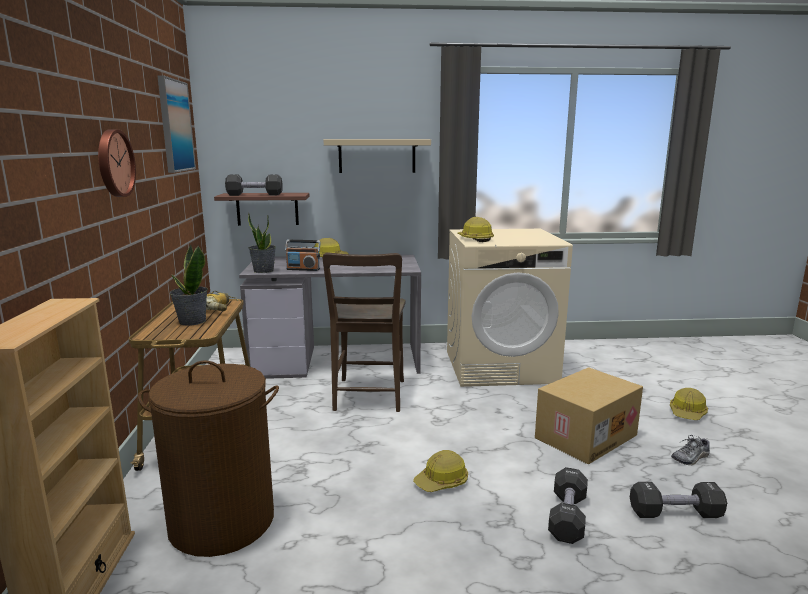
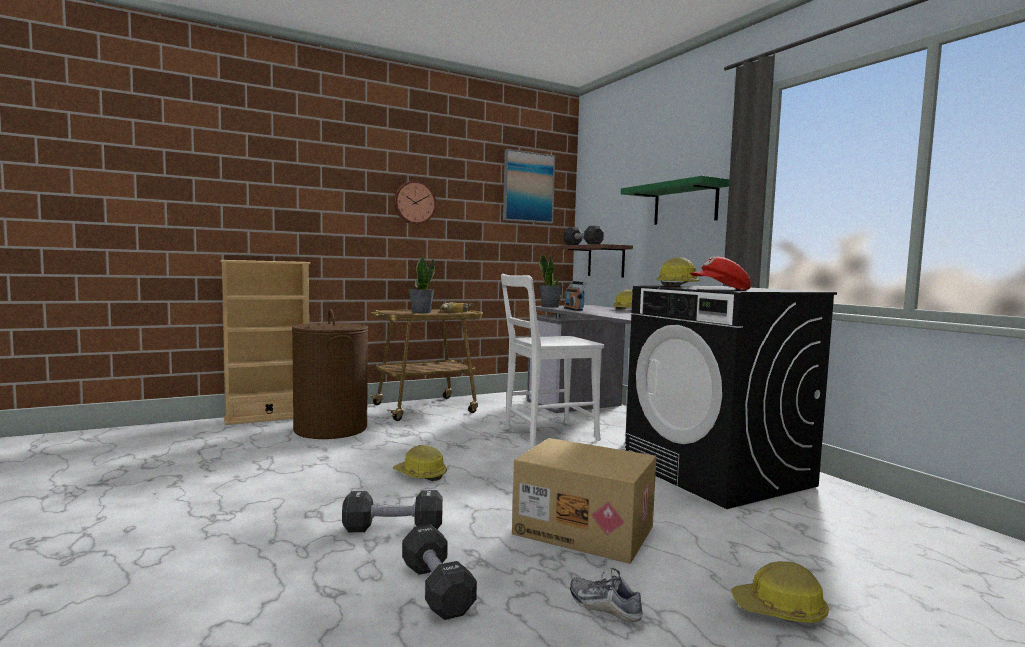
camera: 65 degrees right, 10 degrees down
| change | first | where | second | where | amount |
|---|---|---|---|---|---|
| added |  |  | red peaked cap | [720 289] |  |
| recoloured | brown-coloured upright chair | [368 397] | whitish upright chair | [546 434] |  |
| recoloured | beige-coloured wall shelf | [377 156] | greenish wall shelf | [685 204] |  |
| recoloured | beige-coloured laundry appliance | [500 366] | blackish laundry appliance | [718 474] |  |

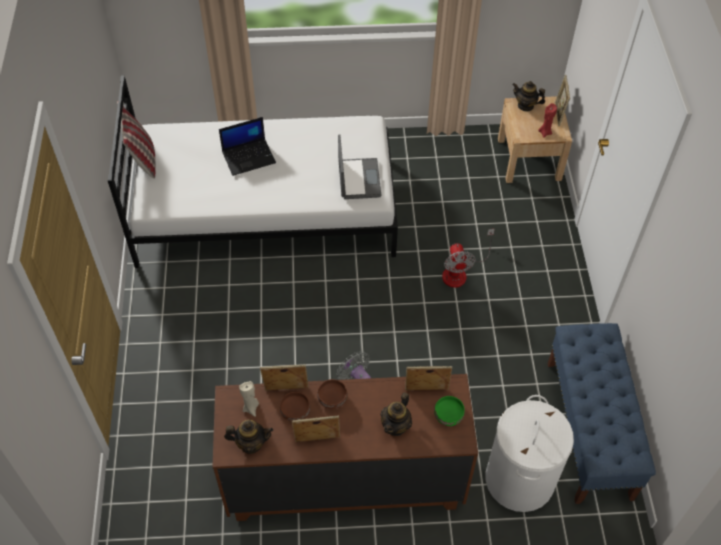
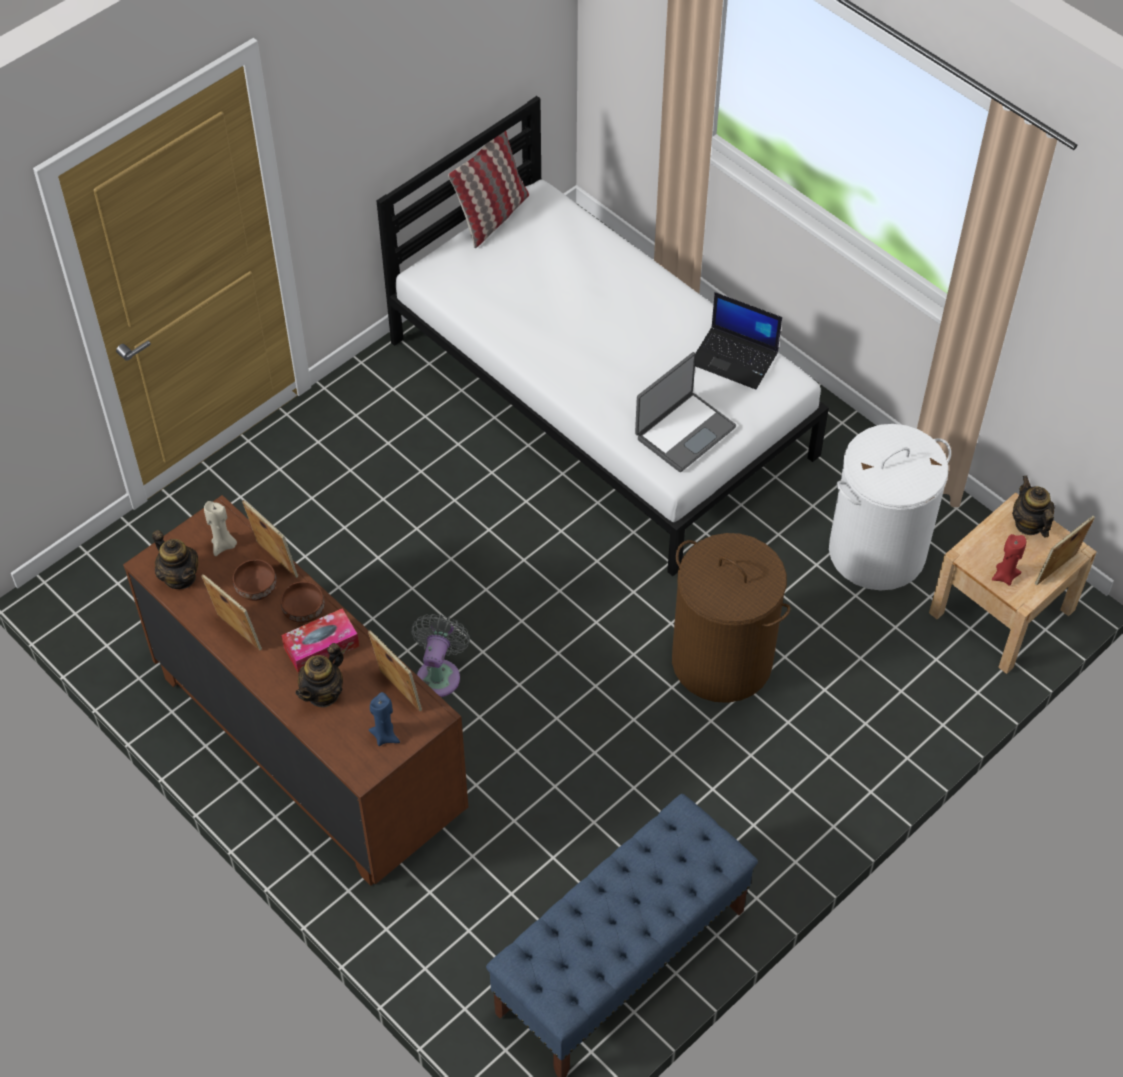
camera: 50 degrees right, 0 degrees up
| change | first | where | second | where | amount |
|---|---|---|---|---|---|
| added |  |  | box of tissues | [321 647] |  |
| moved | notebook computer | [249 157] |  | [735 358] |  |
| moved | whitish washing basket | [519 479] |  | [877 551] |  |
| replaced | greenish serving bowl | [449 415] | blue wax candle | [385 735] |  |
| replaced | cooling fan | [460 272] | brown-coloured washing basket | [722 660] |  |
| turned | pot for tea | [396 425] |  | [323 693] | 45 degrees counterclockwise |

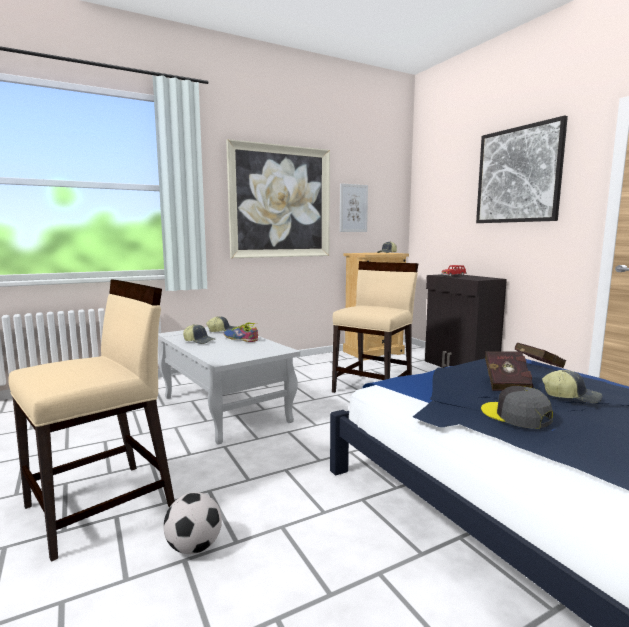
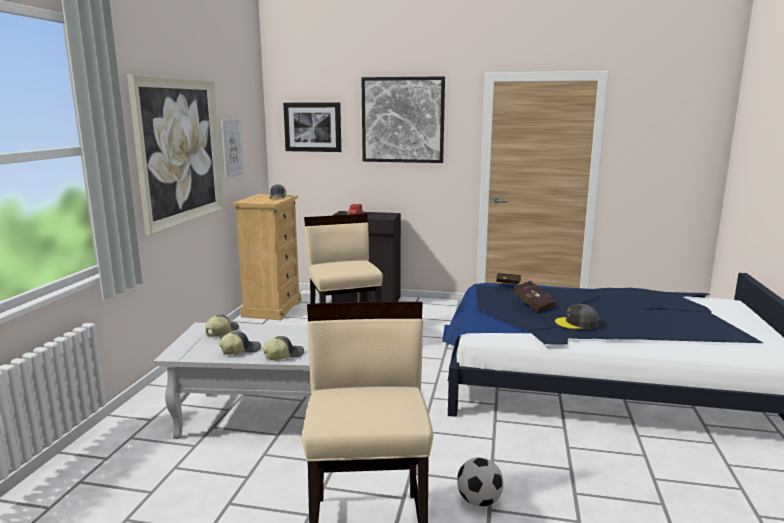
camera: 50 degrees left, 5 degrees up
| change | first | where | second | where | amount |
|---|---|---|---|---|---|
| removed | low shoe | [240 339] |  |  |  |
| added |  |  | picture | [312 127] |  |
| moved | peaked cap | [571 396] |  | [283 355] |  |

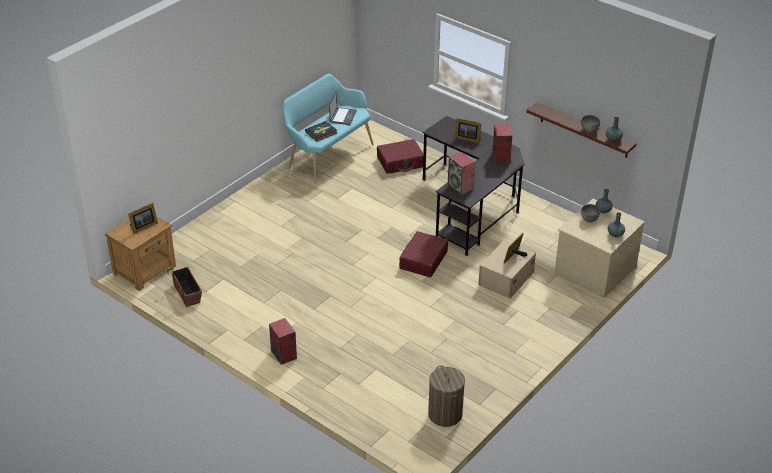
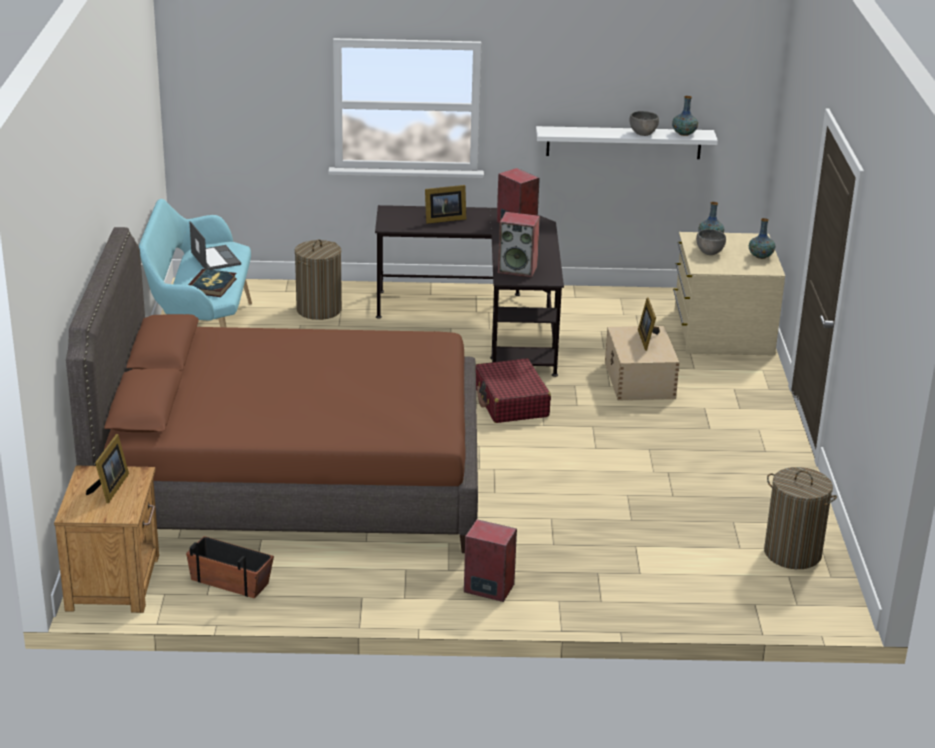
camera: 40 degrees left, 10 degrees down
| change | first | where | second | where | amount |
|---|---|---|---|---|---|
| added |  |  | brown-coloured sleeping bed | [291 479] |  |
| replaced | red suitcase | [400 162] | washing basket | [319 309] |  |
| recoloured | brown-coloured wall shelf | [584 130] | whitish wall shelf | [624 142] |  |

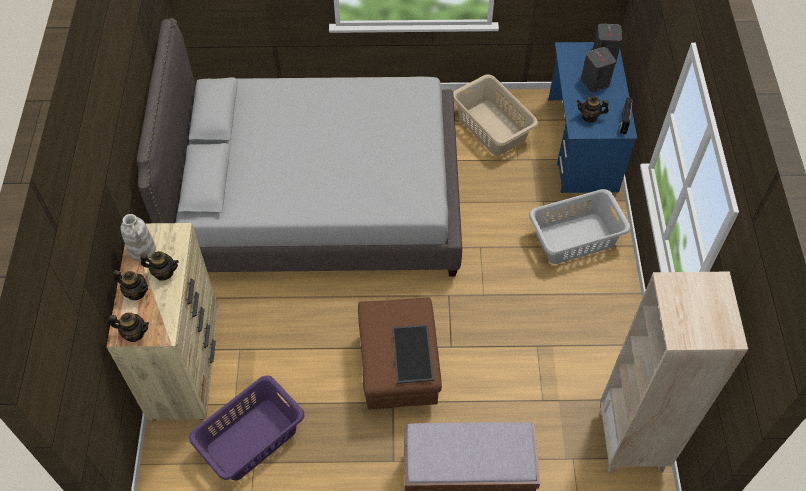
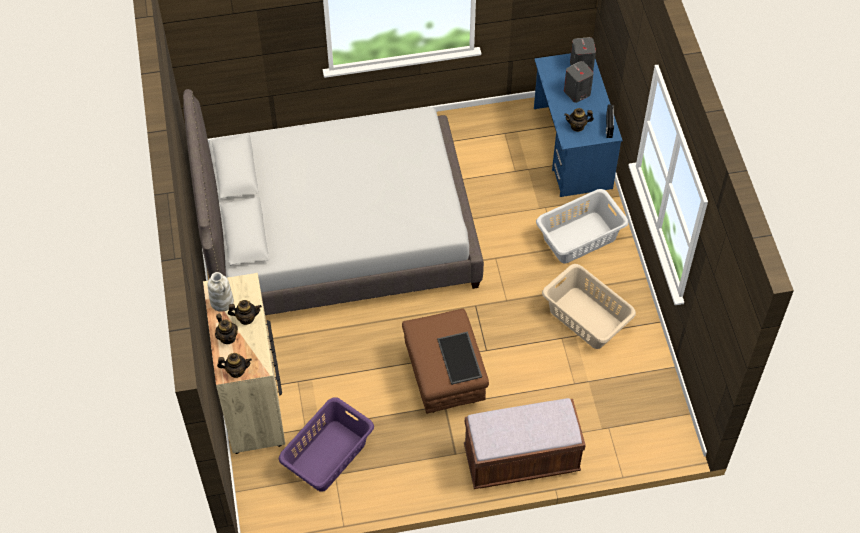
camera: 10 degrees left, 0 degrees up
| change | first | where | second | where | amount |
|---|---|---|---|---|---|
| removed | beige-coloured bookcase | [631 441] |  |  |  |
| moved | beige-coloured washing basket | [491 128] |  | [586 319] |  |
| turned | pot for tea | [136 292] |  | [227 337] | 45 degrees clockwise |

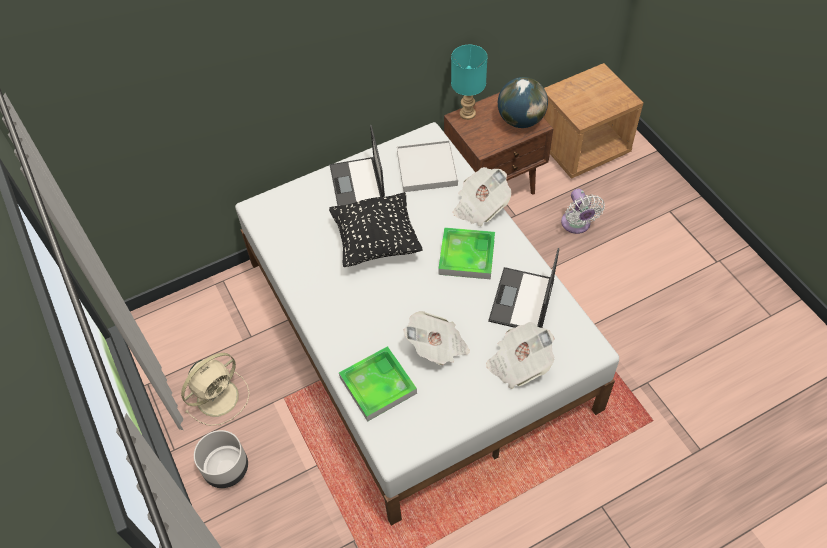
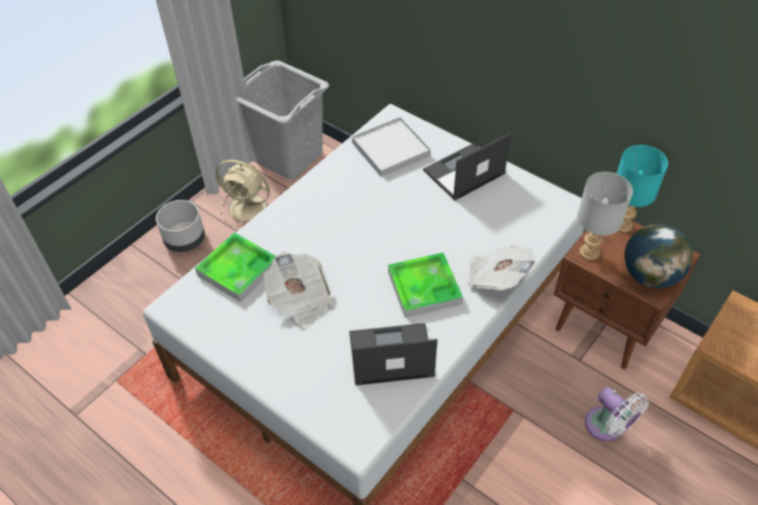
camera: 65 degrees right, 5 degrees down
| change | first | where | second | where | amount |
|---|---|---|---|---|---|
| removed | blackish throw pillow | [376 242] |  |  |  |
| removed | printed paper | [518 363] |  |  |  |
| added |  |  | grey washing basket | [289 156] |  |
| added |  |  | grey lamp for a table | [589 253] |  |
| moved | whitish serving tray | [427 168] |  | [390 149] |  |
| turned | whitish cooling fan | [577 225] |  | [607 427] | 90 degrees counterclockwise |

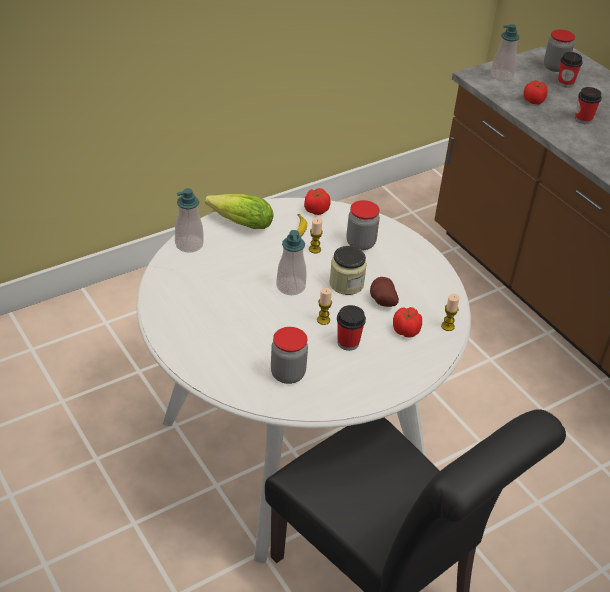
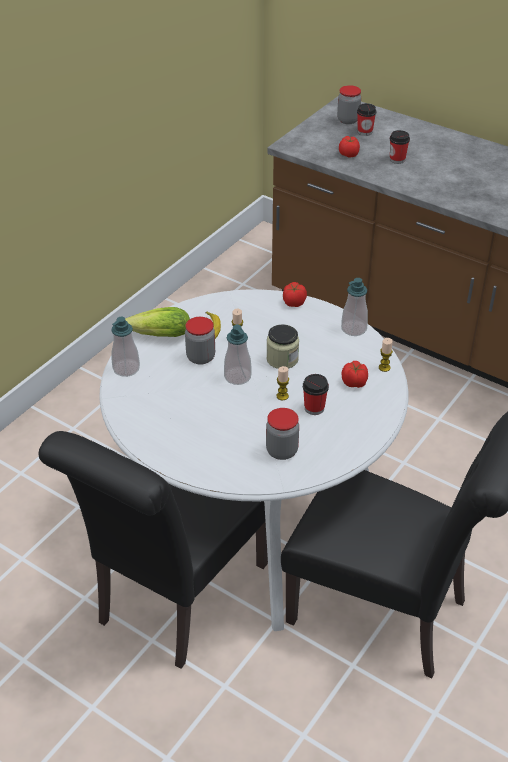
camera: 20 degrees left, 0 degrees up
| change | first | where | second | where | amount |
|---|---|---|---|---|---|
| removed | potato | [381 301] |  |  |  |
| added |  |  | blackish upright chair | [176 599] |  |
| moved | whole tomato | [315 210] |  | [293 303] |  |
| moved | preserve jar | [360 243] |  | [200 357] |  |
| moved | liquid soap bottle | [501 76] |  | [353 329] |  |

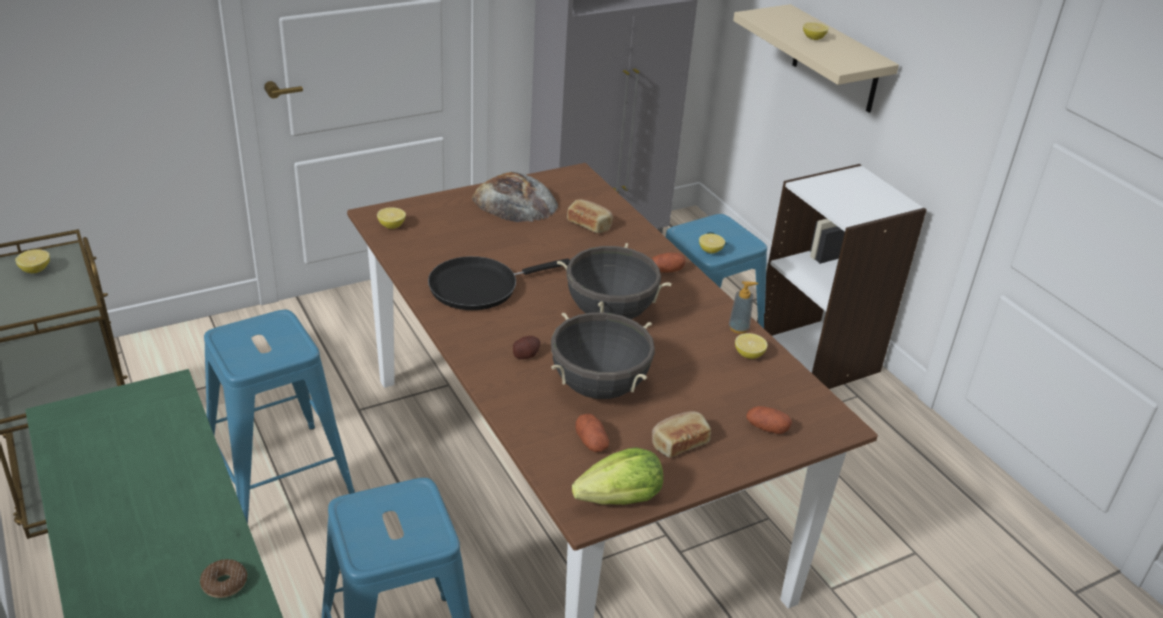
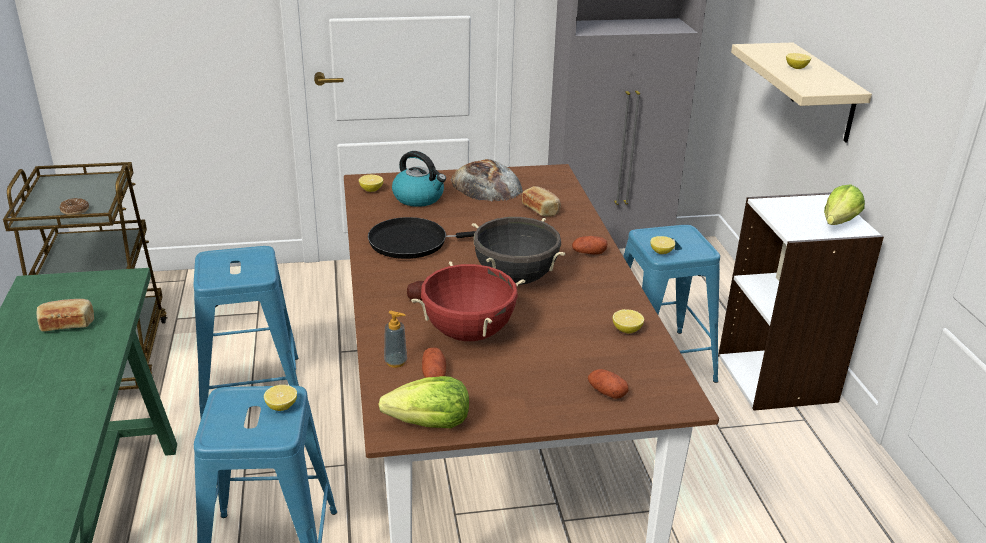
camera: 20 degrees right, 5 degrees down
| change | first | where | second | where | amount |
|---|---|---|---|---|---|
| added |  |  | water kettle | [419 198] |  |
| added |  |  | lettuce | [835 225] |  |
| moved | citrus fruit | [35 270] |  | [281 406] |  |
| moved | doughnut | [224 583] |  | [75 211] |  |
| moved | bakery bread | [678 443] |  | [67 324] |  |
| moved | liquid soap bottle | [738 328] |  | [395 362] |  |
| recoloured | blackish stockpot | [598 387] | red stockpot | [468 333] |  |

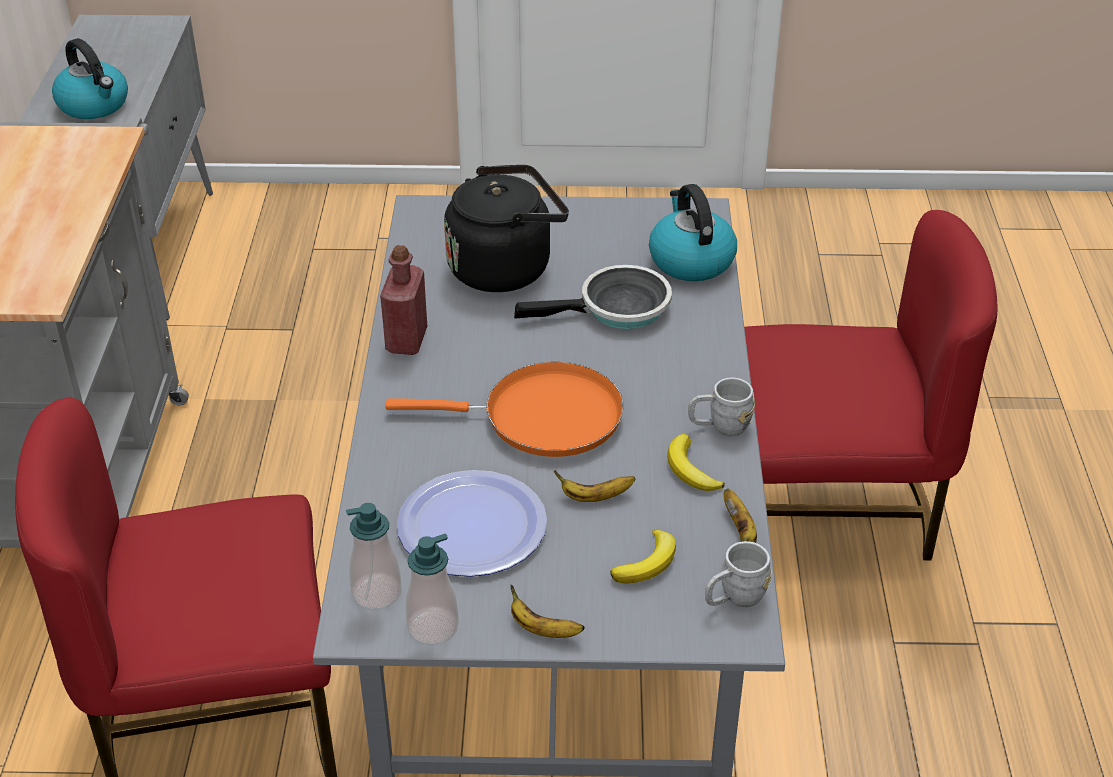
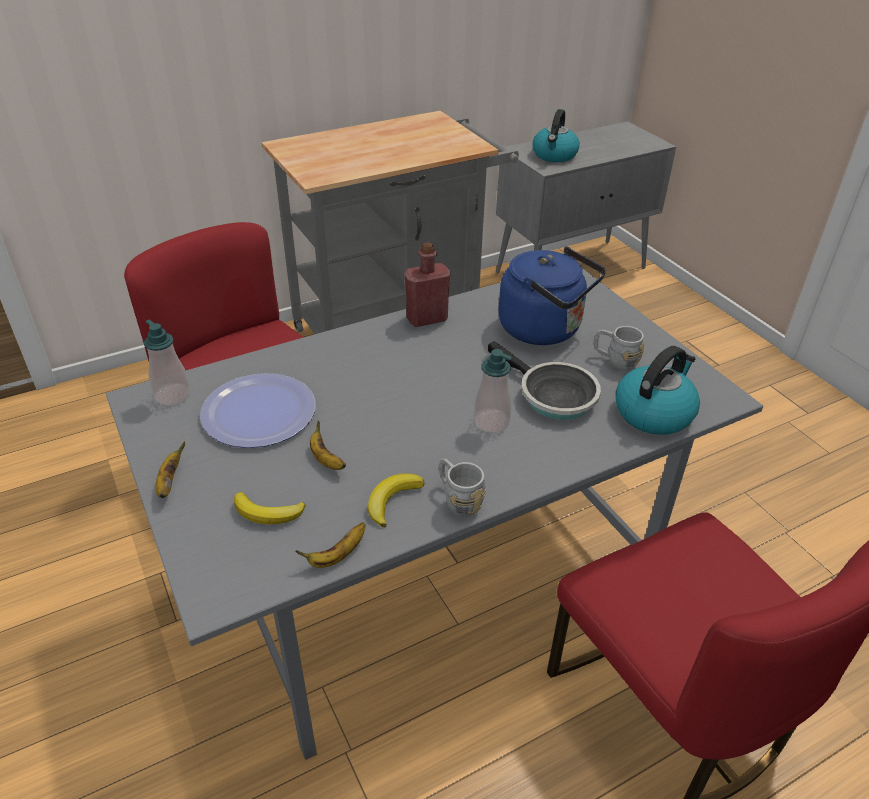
camera: 60 degrees right, 0 degrees up
| change | first | where | second | where | amount |
|---|---|---|---|---|---|
| removed | orange frying pan | [542 417] |  |  |  |
| moved | liquid soap bottle | [433 627] |  | [491 422] |  |
| moved | grey mug | [734 598] |  | [615 360] |  |
| recoloured | blackish water kettle | [505 267] | blue water kettle | [545 329] |  |

